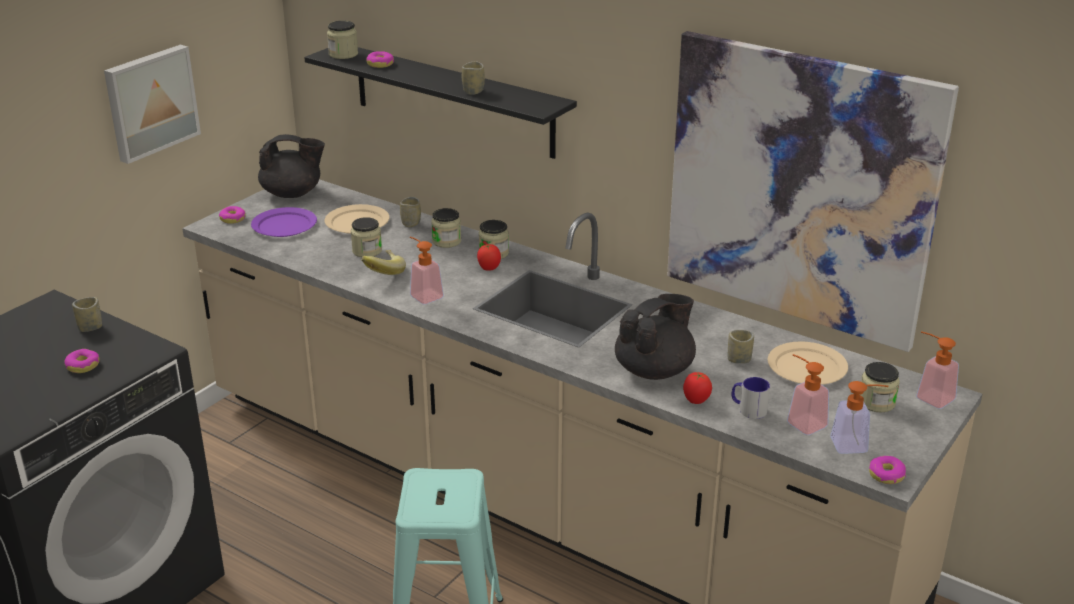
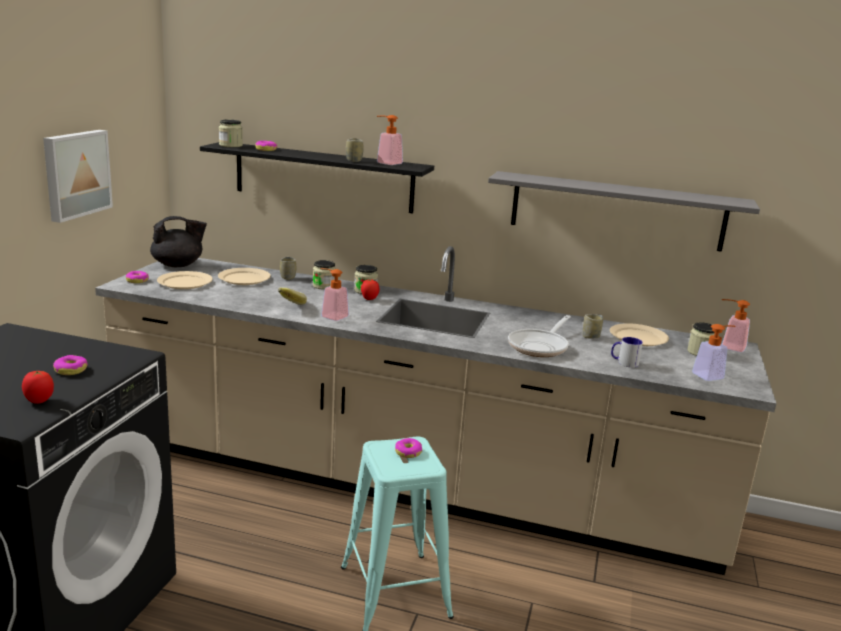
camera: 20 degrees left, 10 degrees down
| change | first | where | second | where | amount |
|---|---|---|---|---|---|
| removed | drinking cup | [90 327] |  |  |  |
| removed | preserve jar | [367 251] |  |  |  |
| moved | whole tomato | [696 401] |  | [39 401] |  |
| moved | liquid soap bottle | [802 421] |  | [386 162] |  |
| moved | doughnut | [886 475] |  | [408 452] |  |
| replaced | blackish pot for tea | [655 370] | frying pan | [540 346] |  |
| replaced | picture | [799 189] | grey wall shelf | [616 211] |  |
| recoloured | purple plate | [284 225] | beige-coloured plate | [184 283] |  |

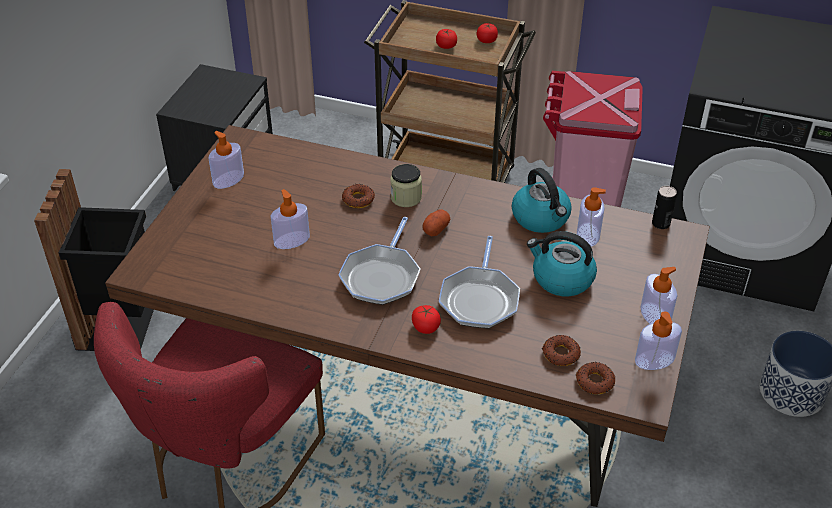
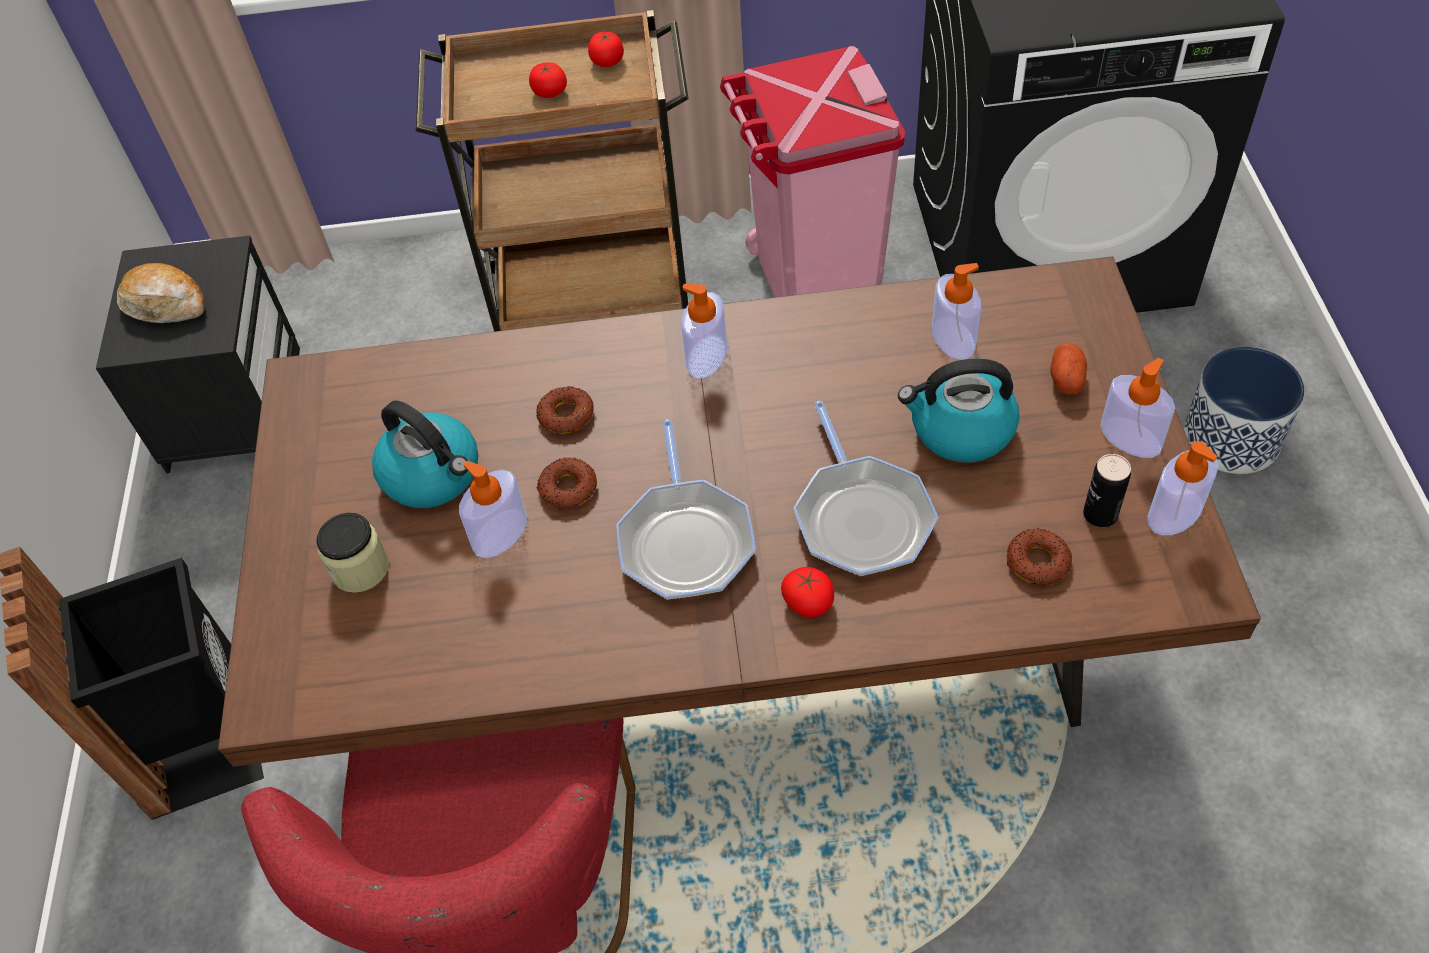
camera: 20 degrees left, 10 degrees up
| change | first | where | second | where | amount |
|---|---|---|---|---|---|
| added |  |  | bakery bread | [166 304] |  |
| moved | liquid soap bottle | [228 179] |  | [706 356] |  |
| moved | preserve jar | [406 198] |  | [360 569] |  |
| moved | potato | [436 229] |  | [1066 378] |  |
| moved | water kettle | [541 218] |  | [433 475] |  |
| moved | doughnut | [594 382] |  | [568 488] |  |
| moved | can | [660 224] |  | [1100 514] |  |

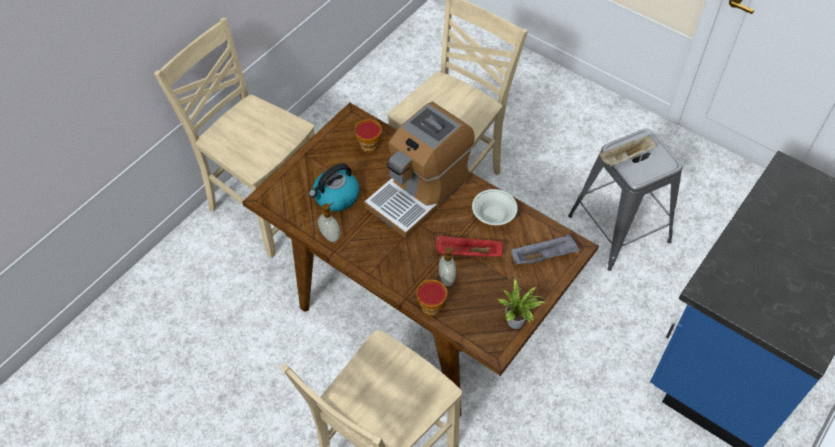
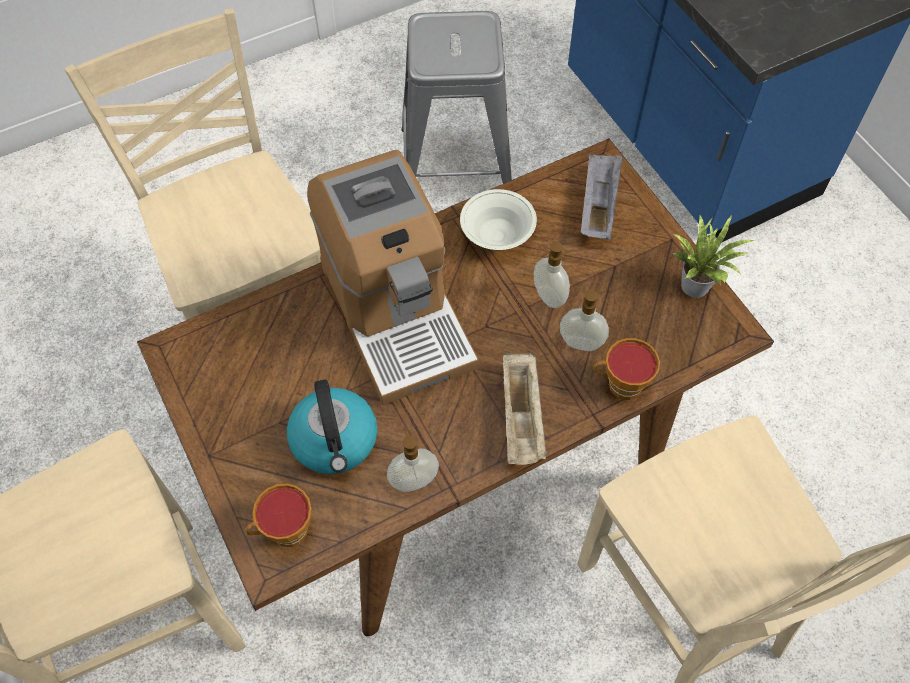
camera: 65 degrees left, 5 degrees up
| change | first | where | second | where | amount |
|---|---|---|---|---|---|
| moved | drinking cup | [367 145] |  | [285 532] |  |
| moved | beige-coloured serving tray | [626 157] |  | [522 418] |  |
| replaced | red serving tray | [467 253] | liquid soap bottle | [548 297] |  |

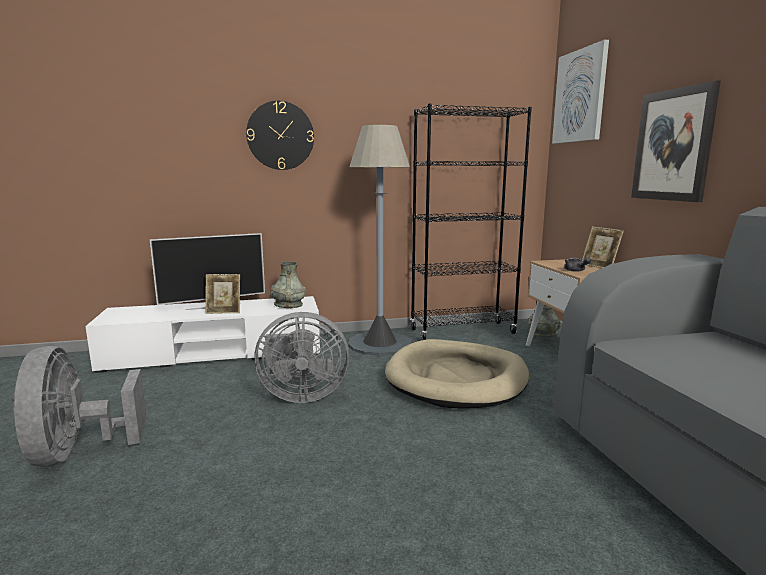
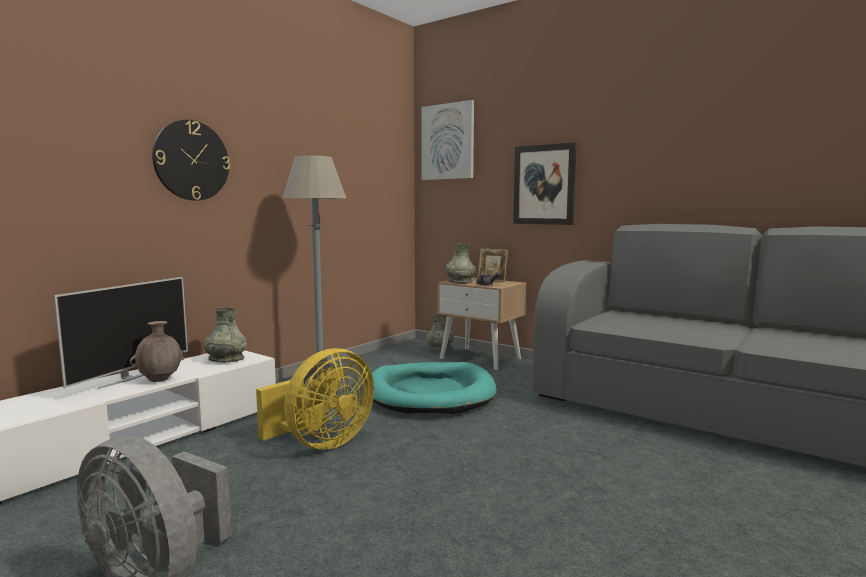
camera: 40 degrees left, 5 degrees down
| change | first | where | second | where | amount |
|---|---|---|---|---|---|
| removed | blackish bookcase | [462 331] |  |  |  |
| added |  |  | grey decorative vase | [459 281] |  |
| replaced | photo frame | [224 312] | brown-coloured decorative vase | [160 380] |  |
| recoloured | grey cooling fan | [301 395] | yellow cooling fan | [321 443] |  |
| recoloured | beige-coloured dog cushion | [456 378] | turquoise-coloured dog cushion | [430 393] |  |

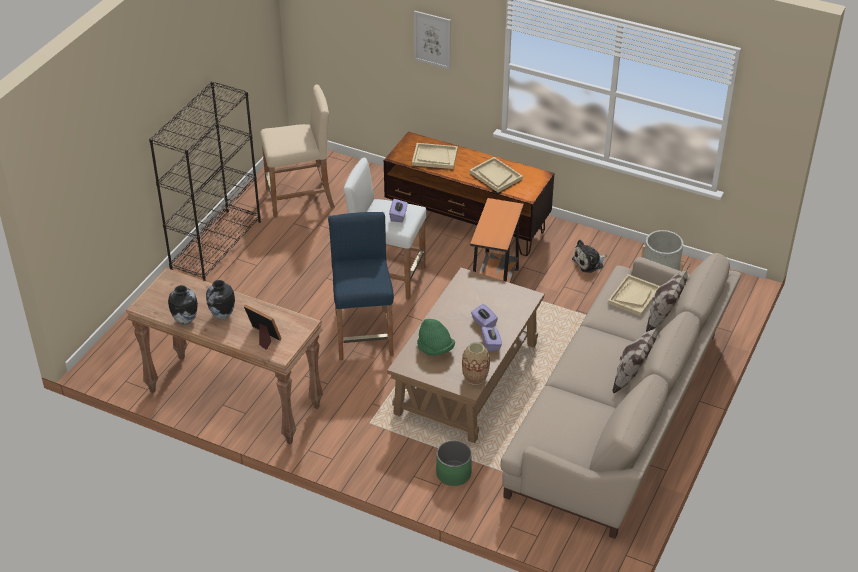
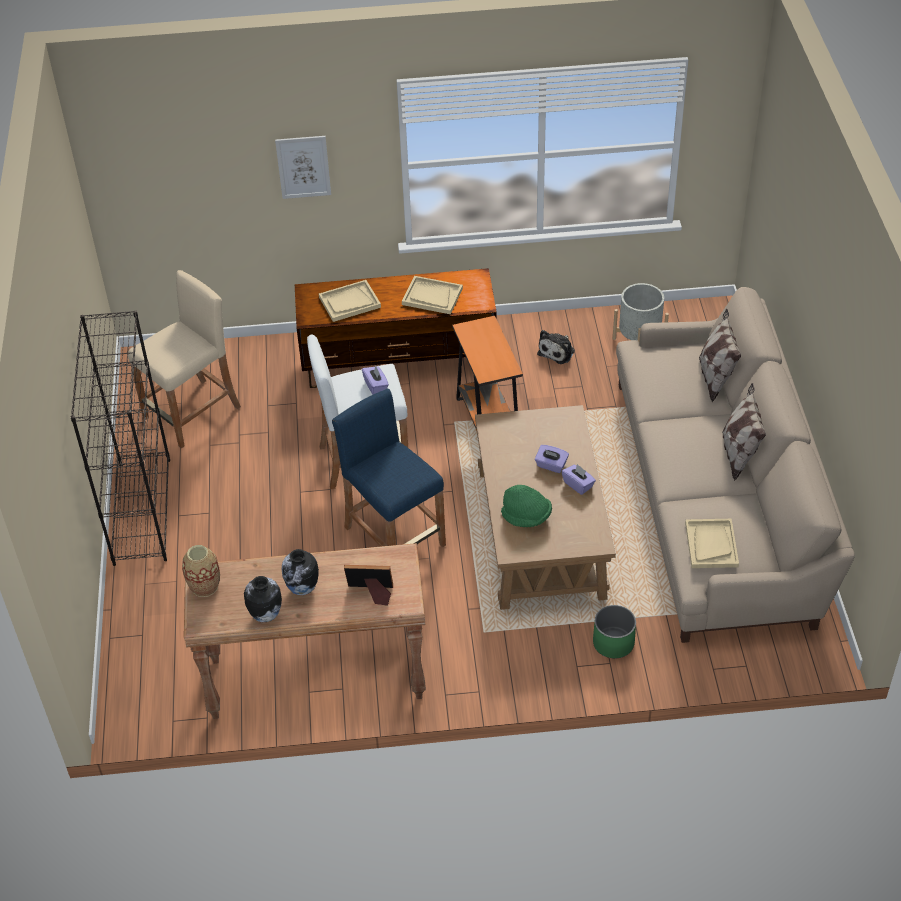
camera: 30 degrees left, 5 degrees up
| change | first | where | second | where | amount |
|---|---|---|---|---|---|
| moved | decorative vase | [475 377] |  | [204 586] |  |
| moved | beige-coloured serving tray | [634 296] |  | [711 544] |  |

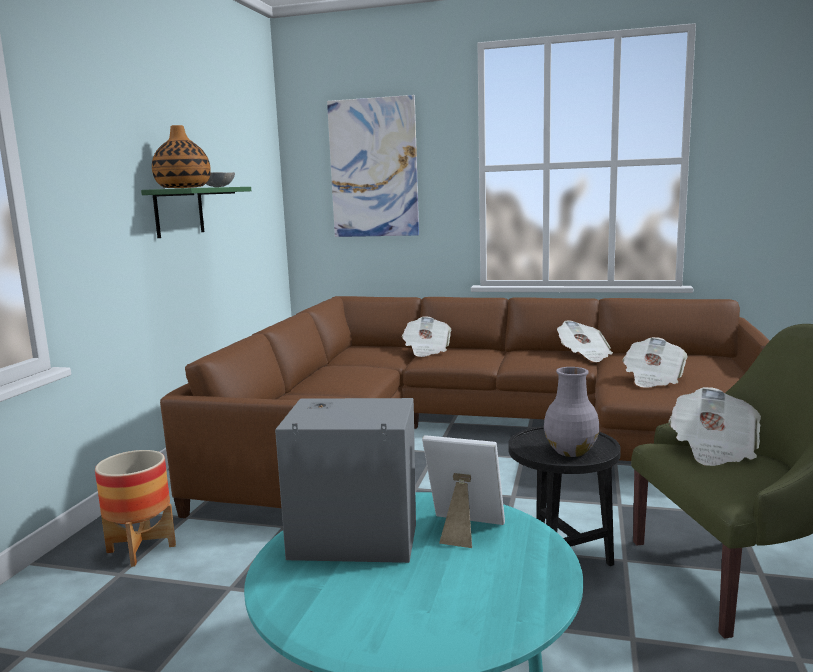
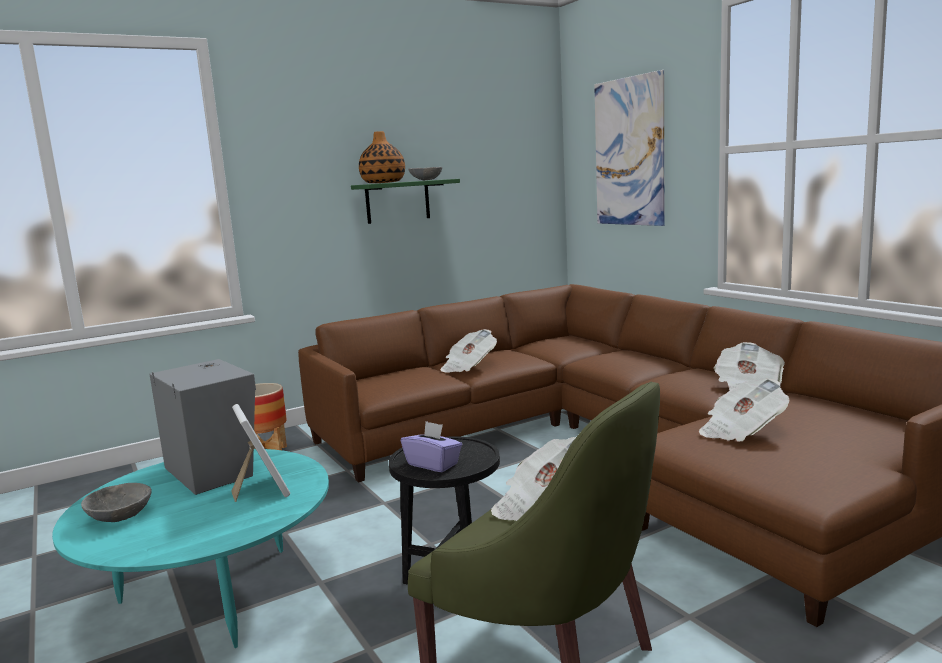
camera: 45 degrees right, 0 degrees up
| change | first | where | second | where | amount |
|---|---|---|---|---|---|
| added |  |  | grey serving bowl | [119 517] |  |
| moved | printed paper | [426 350] |  | [468 366] |  |
| replaced | grey decorative vase | [570 452] | purple box of tissues | [433 464] |  |

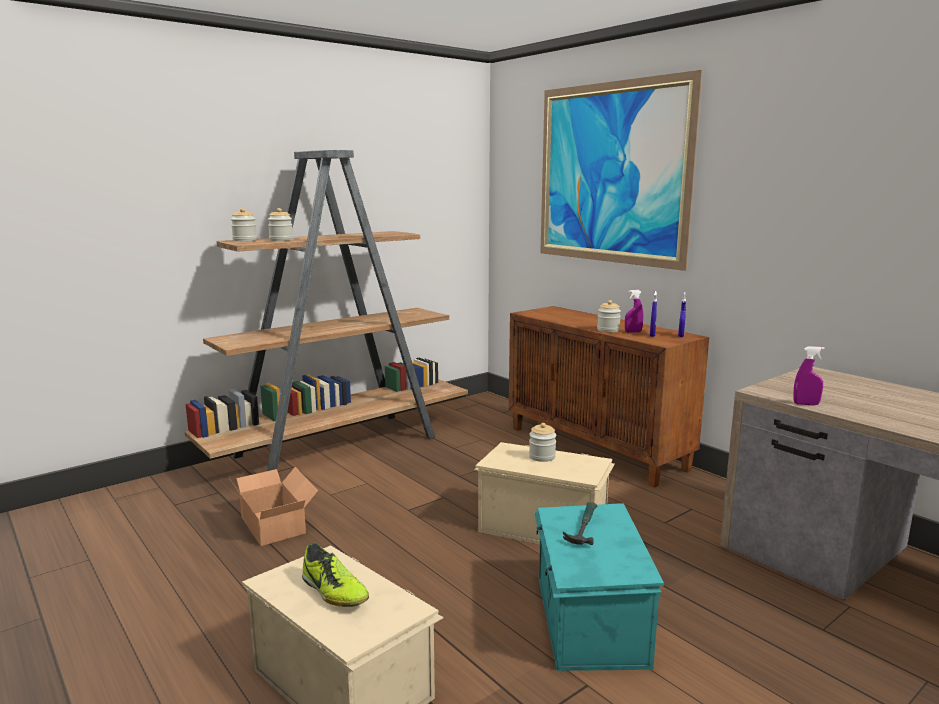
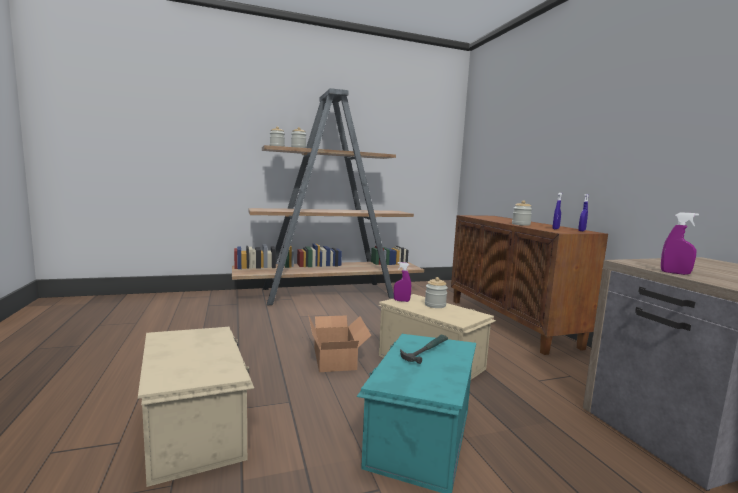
camera: 20 degrees right, 5 degrees down
| change | first | where | second | where | amount |
|---|---|---|---|---|---|
| removed | low shoe | [333 592] |  |  |  |
| removed | picture | [610 174] |  |  |  |
| moved | carton | [275 523] |  | [336 357] |  |
| moved | purple hand sprayer | [633 332] |  | [401 301] |  |

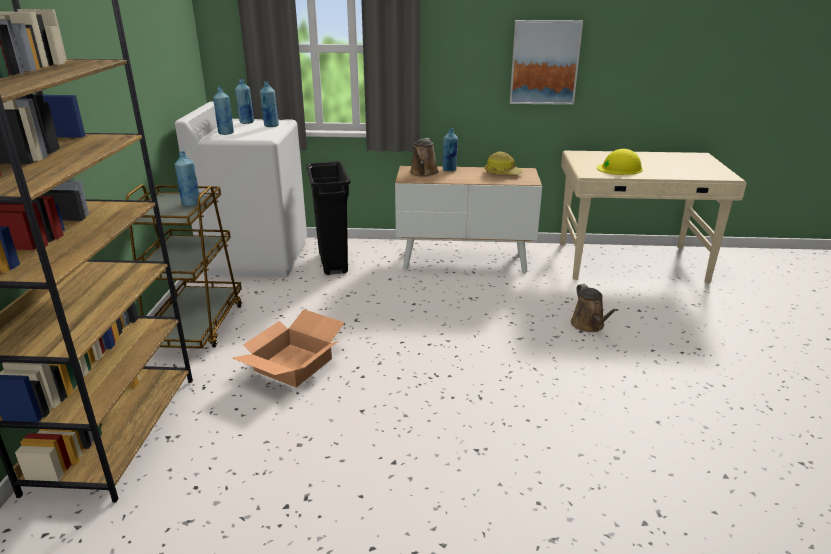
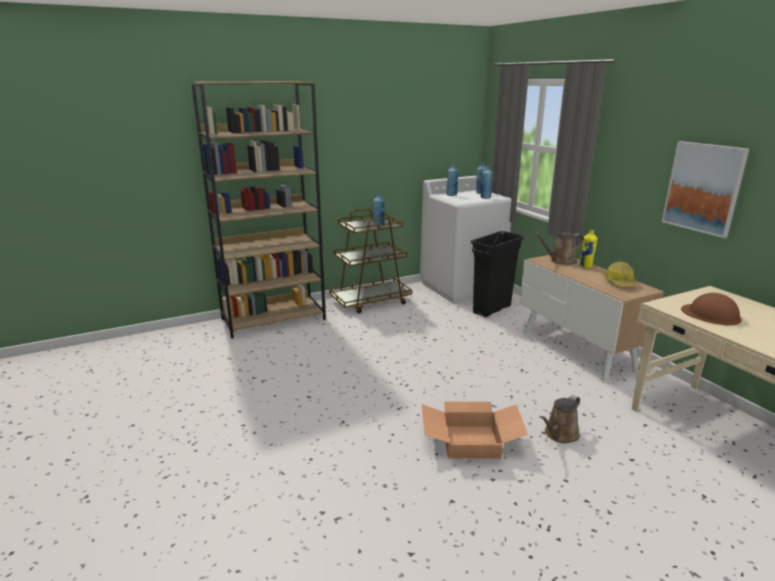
camera: 60 degrees right, 5 degrees down
| change | first | where | second | where | amount |
|---|---|---|---|---|---|
| moved | carton | [293 364] |  | [471 441] |  |
| recoloured | blue bottle | [449 170] | yellow bottle | [586 266] |  |
| recoloured | yellow work helmet | [620 168] | brown-coloured work helmet | [711 314] |  |

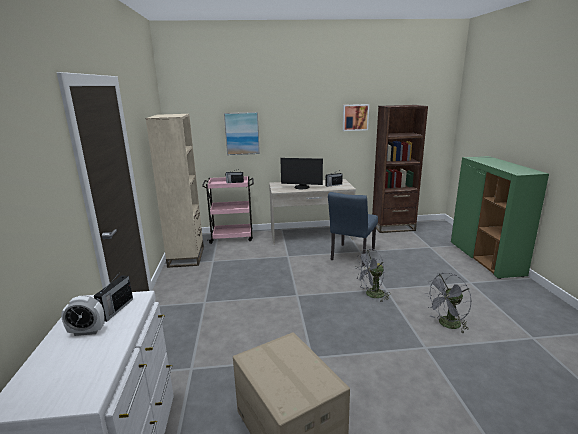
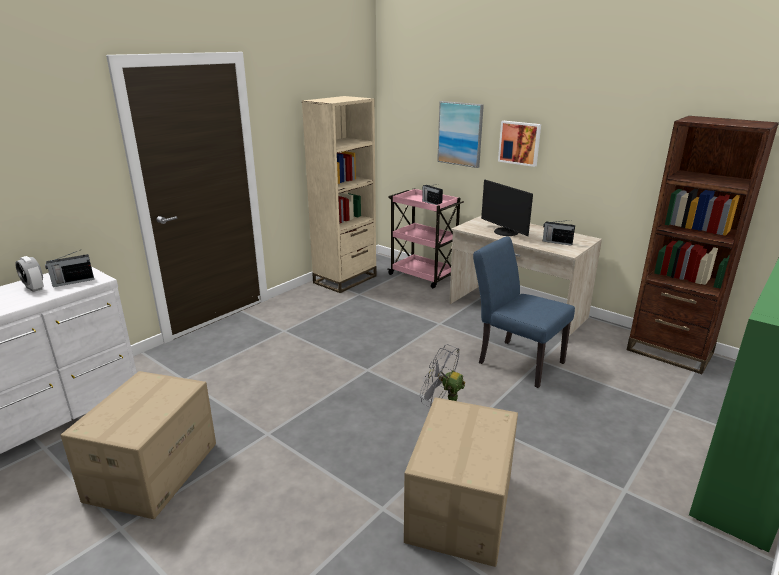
camera: 45 degrees right, 5 degrees up
| change | first | where | second | where | amount |
|---|---|---|---|---|---|
| moved | picture | [355 117] |  | [520 143] |  |
| replaced | grey cooling fan | [447 325] | carton | [461 509] |  |
| turned | blue upright chair | [351 256] |  | [515 360] | 60 degrees clockwise |

